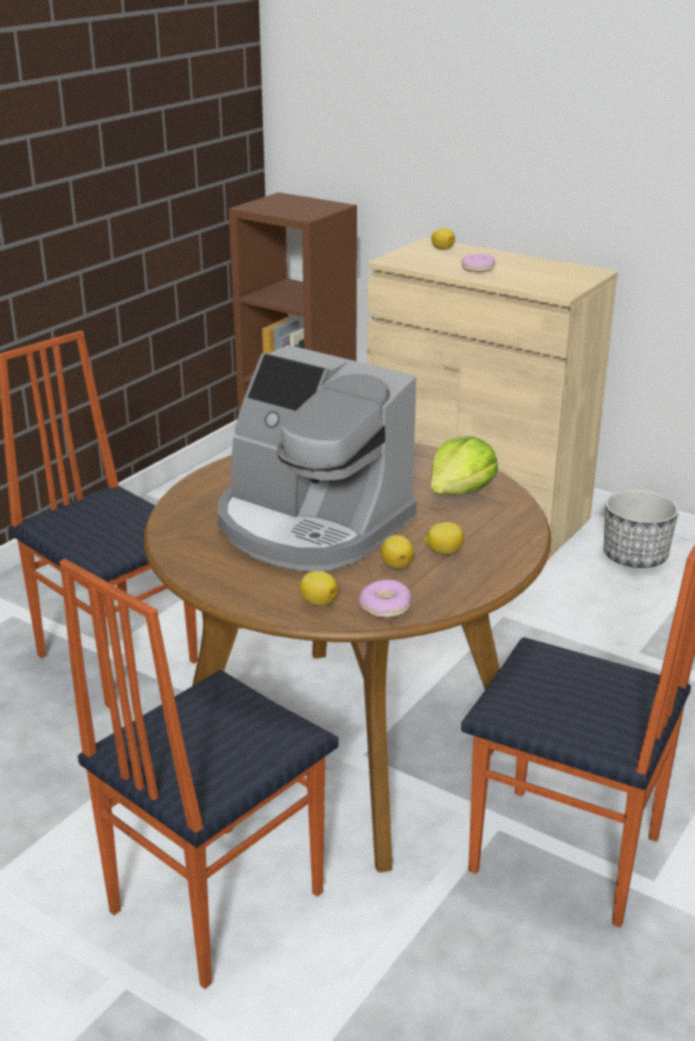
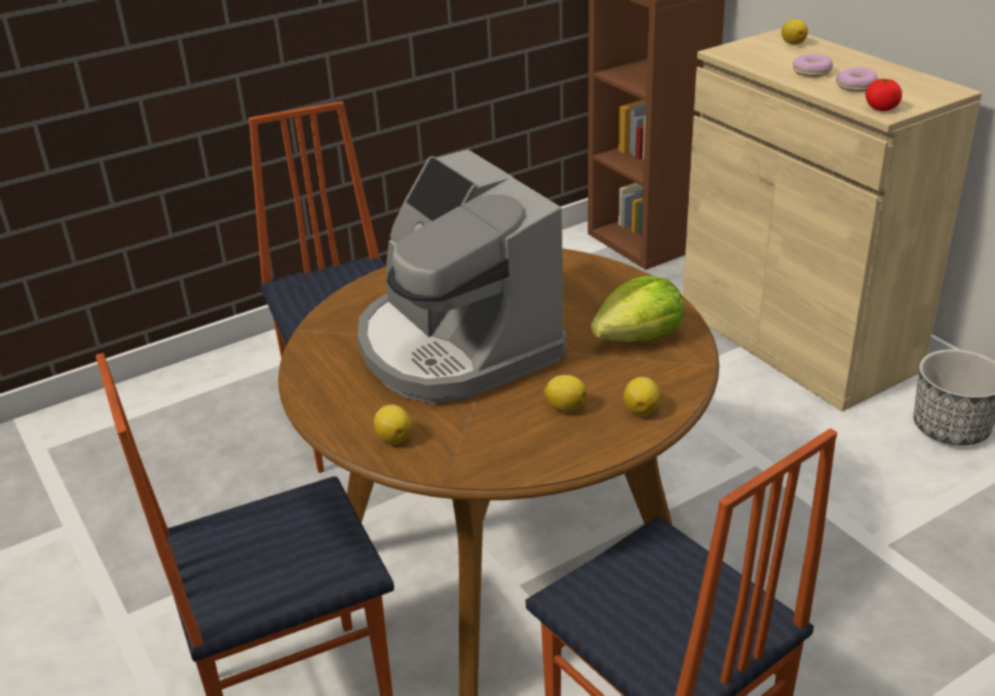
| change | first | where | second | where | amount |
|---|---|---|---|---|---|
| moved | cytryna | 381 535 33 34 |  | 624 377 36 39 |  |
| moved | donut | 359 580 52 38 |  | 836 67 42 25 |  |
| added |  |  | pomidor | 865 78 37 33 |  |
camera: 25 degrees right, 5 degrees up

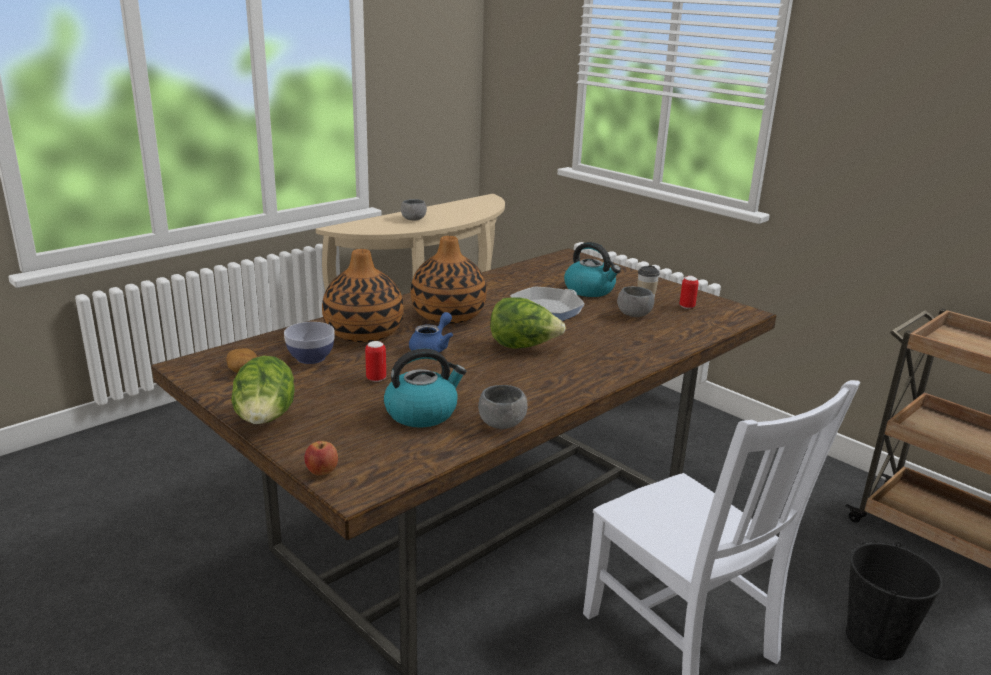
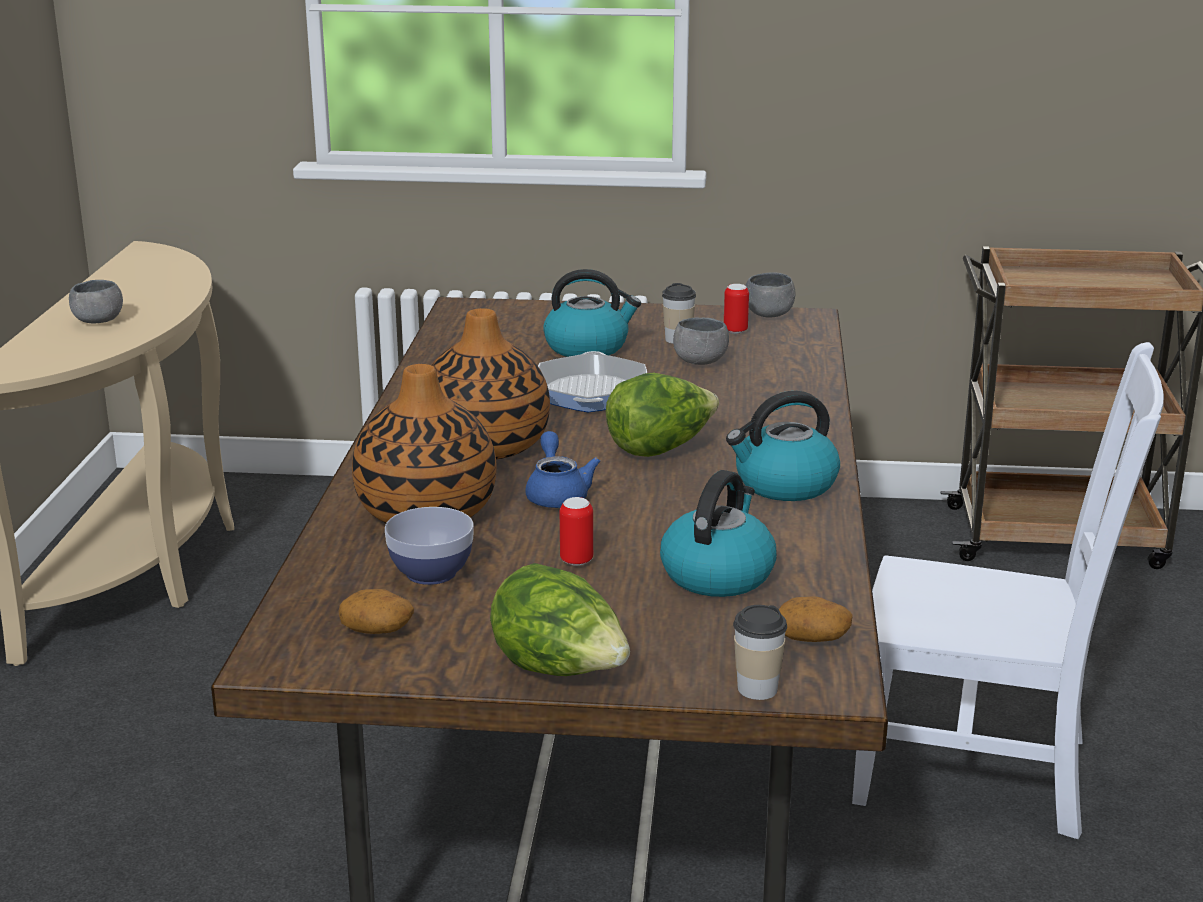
| change | first | where | second | where | amount |
|---|---|---|---|---|---|
| moved | miska (szary) | 478 385 50 44 |  | 745 272 50 46 |  |
| replaced | jabłko | 304 441 34 34 | filiżanka | 733 605 54 95 |  |
| removed | wiadro (czarny) | 846 541 97 119 |  |  |  |
| added |  |  | czajnik | 726 391 114 110 |  |
| added |  |  | ziemniak | 779 596 74 46 |  |
camera: 40 degrees left, 0 degrees up

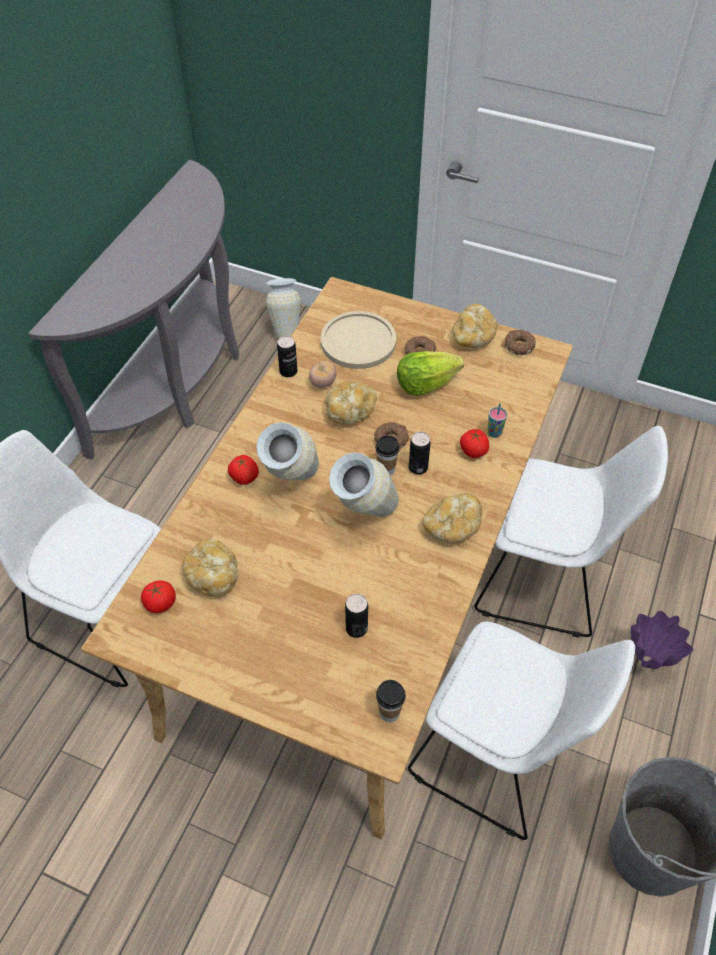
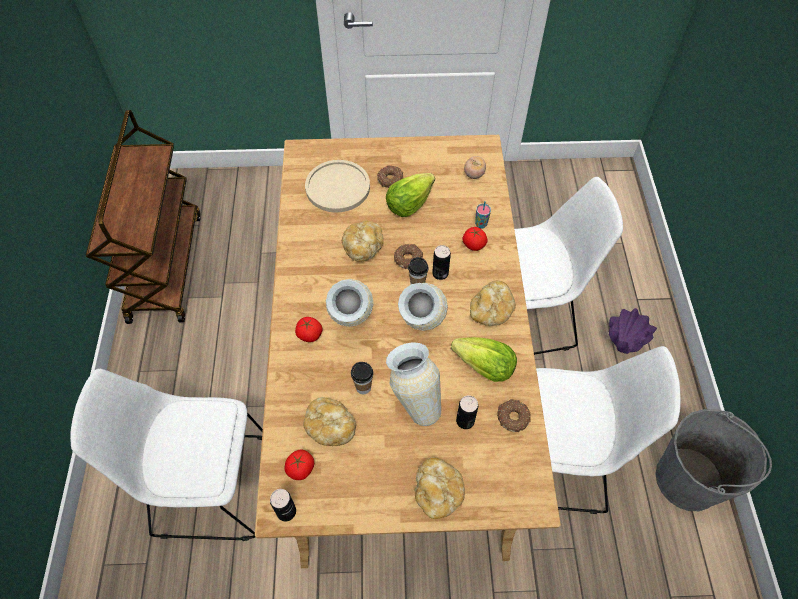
| change | first | where | second | where | amount |
|---|---|---|---|---|---|
| replaced | stolik konsolowy (szary) | 28 160 212 300 | wózek (brązowy) | 86 110 115 214 |  |
| moved | wazon | 266 278 35 61 |  | 386 342 55 84 |  |
| moved | chleb | 452 304 46 44 |  | 415 457 50 62 |  |
| moved | donut | 504 330 32 25 |  | 497 399 34 33 |  |
| moved | puszka | 277 336 20 41 |  | 270 489 26 33 |  |
| moved | pomidor | 309 361 28 27 |  | 464 156 22 23 |  |
| moved | filiżanka | 376 680 30 42 |  | 351 362 22 32 |  |
| added |  |  | sałata | 451 337 66 45 |  |
camera: 25 degrees left, 5 degrees up

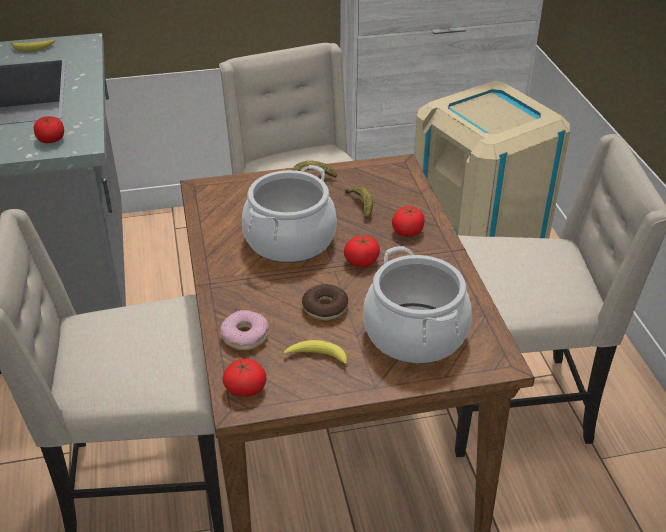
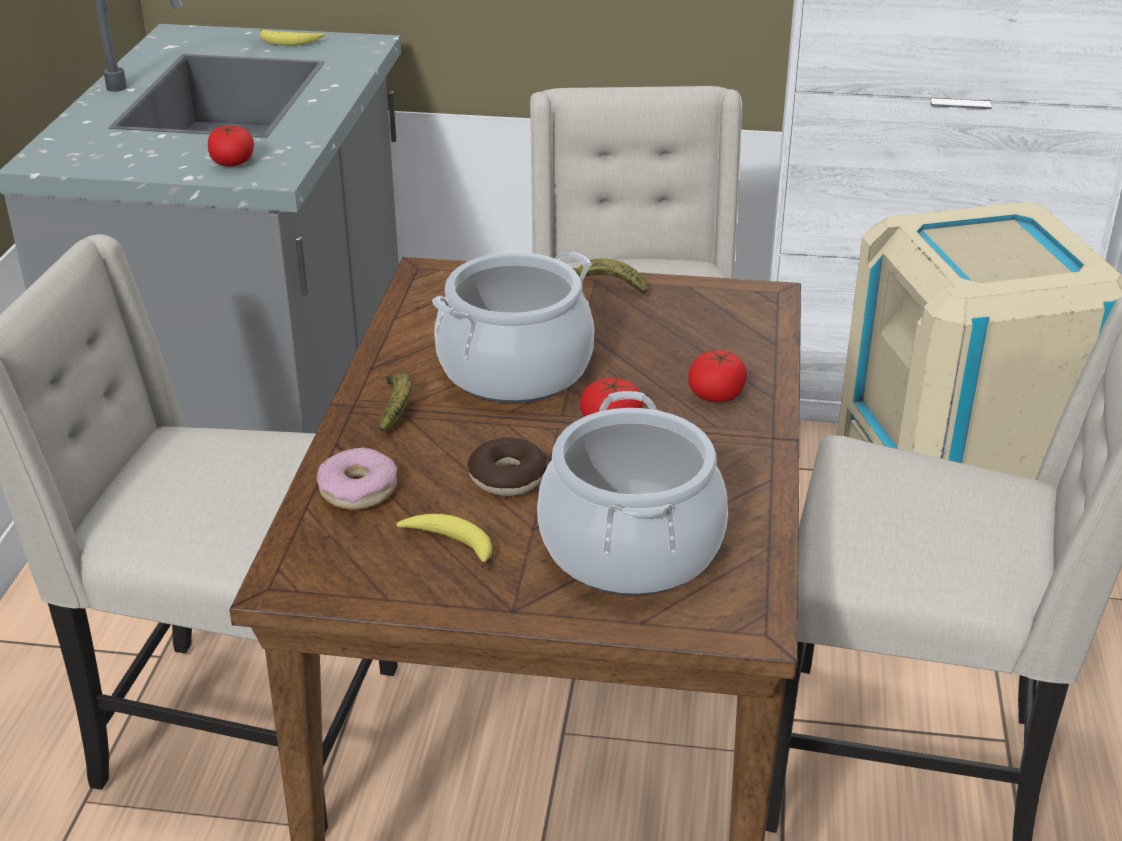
| change | first | where | second | where | amount |
|---|---|---|---|---|---|
| moved | banan | 345 186 28 33 |  | 379 373 33 59 |  |
| removed | pomidor | 222 359 44 37 |  |  |  |
camera: 20 degrees right, 5 degrees down

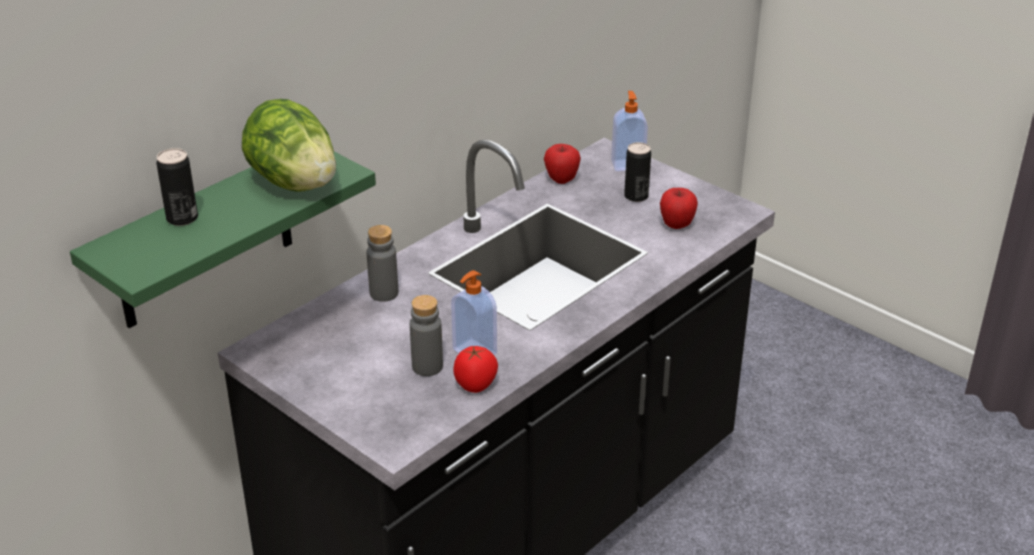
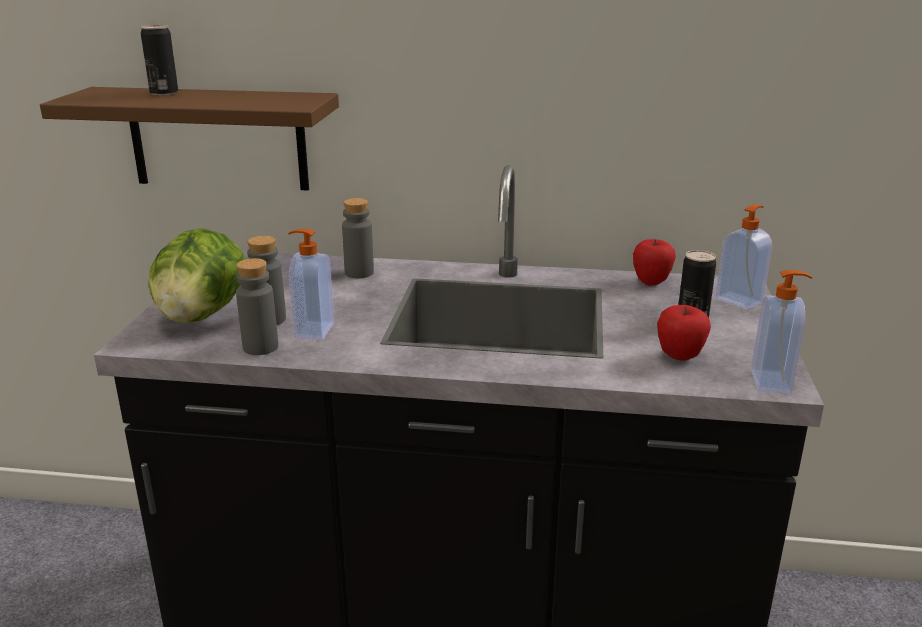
| change | first | where | second | where | amount |
|---|---|---|---|---|---|
| moved | sałata | 242 99 94 93 |  | 149 228 96 95 |  |
| recoloured | półka (zielony) | 70 152 306 176 | półka (brązowy) | 40 87 299 104 |  |
| replaced | pomidor | 453 346 45 47 | butelka (szary) | 236 258 42 97 |  |
| added |  |  | dozownik mydła | 751 270 61 124 |  |
camera: 55 degrees right, 10 degrees down

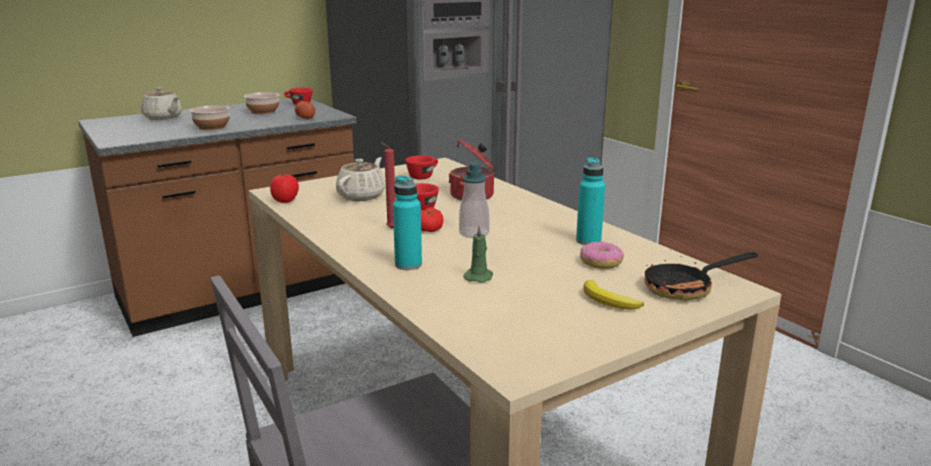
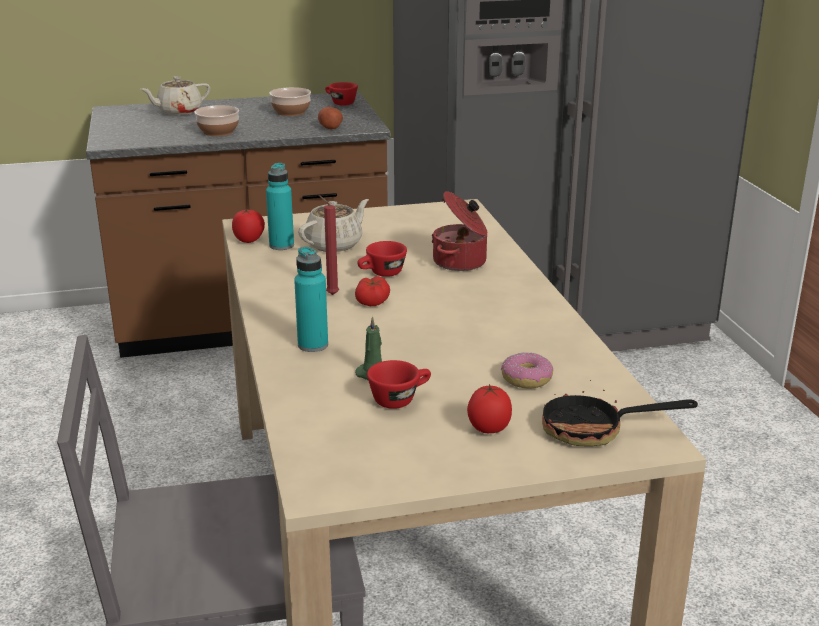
| change | first | where | second | where | amount |
|---|---|---|---|---|---|
| turned | imbryk (beżowy) | 141 87 41 33 |  | 141 76 69 39 | 90 degrees clockwise |
| moved | filiżanka (czerwony) | 405 155 33 24 |  | 367 360 64 49 |  |
| moved | butelka (turkusowy) | 576 157 29 88 |  | 266 163 28 87 |  |
| removed | dozownik mydła | 459 161 31 77 |  |  |  |
| replaced | banan | 583 280 61 30 | pomidor | 467 384 45 49 |  |
camera: 20 degrees right, 5 degrees up

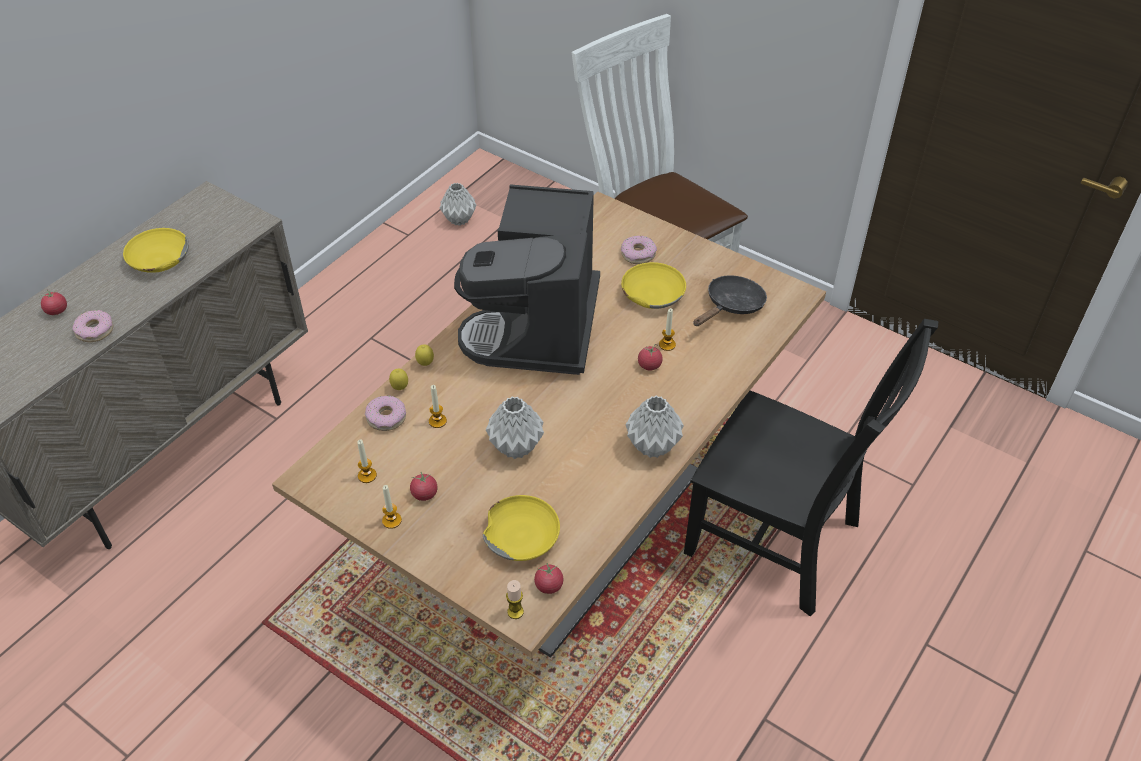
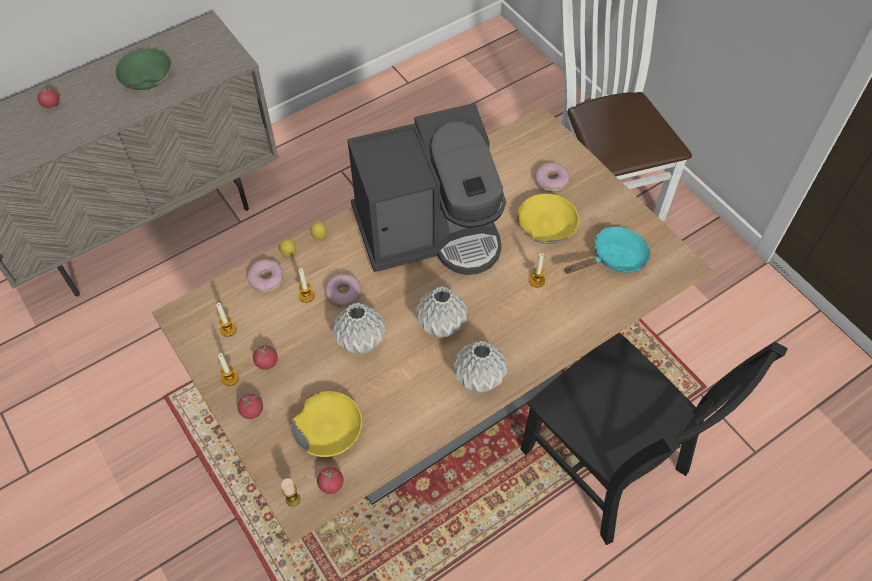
| change | first | where | second | where | amount |
|---|---|---|---|---|---|
| moved | wazon (szary) | 440 183 37 43 |  | 416 287 52 51 |  |
| turned | ekspres do kawy | 454 184 146 191 |  | 347 103 159 172 | 135 degrees counterclockwise |
| recoloured | miska (żółty) | 123 228 66 45 | miska (zielony) | 116 49 56 41 |  |
| recoloured | patelnia (czarny) | 693 275 74 51 | patelnia (turkusowy) | 564 227 86 47 |  |
| moved | donut | 72 310 41 32 |  | 325 274 36 34 |  |
| moved | pomidor | 638 344 25 26 |  | 238 394 25 25 |  |
camera: 20 degrees right, 10 degrees up

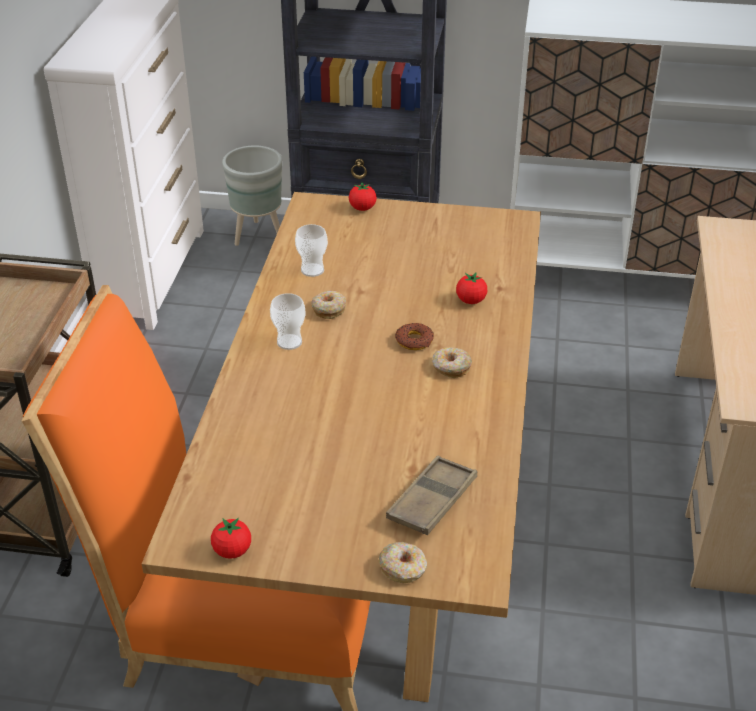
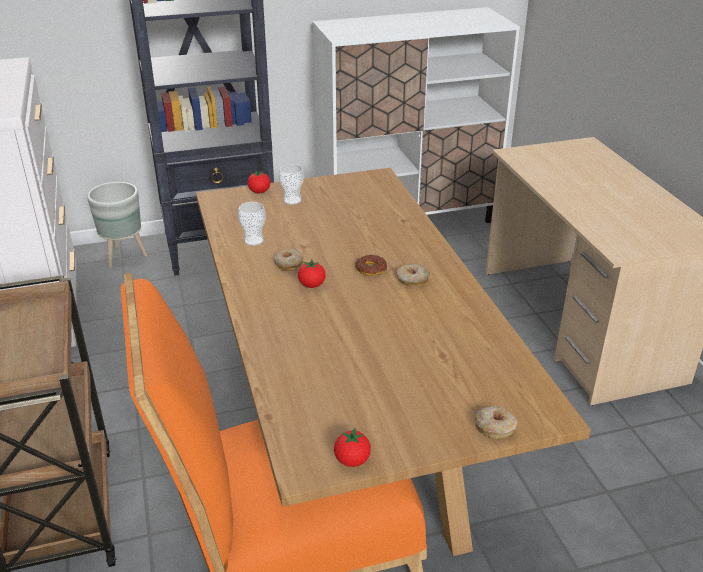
| change | first | where | second | where | amount |
|---|---|---|---|---|---|
| moved | pomidor | 456 273 31 31 |  | 298 260 28 28 |  |
| moved | filiżanka | 270 293 36 57 |  | 279 164 25 41 |  |
| removed | taca (brązowy) | 386 456 91 79 |  |  |  |
camera: 25 degrees left, 5 degrees down

